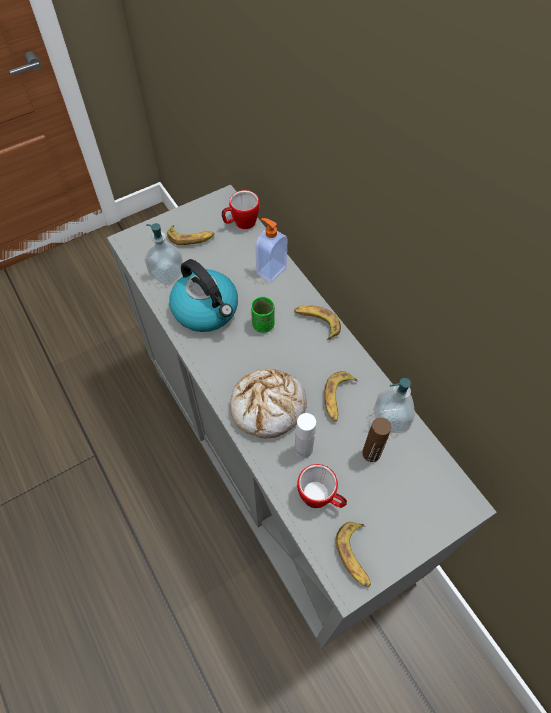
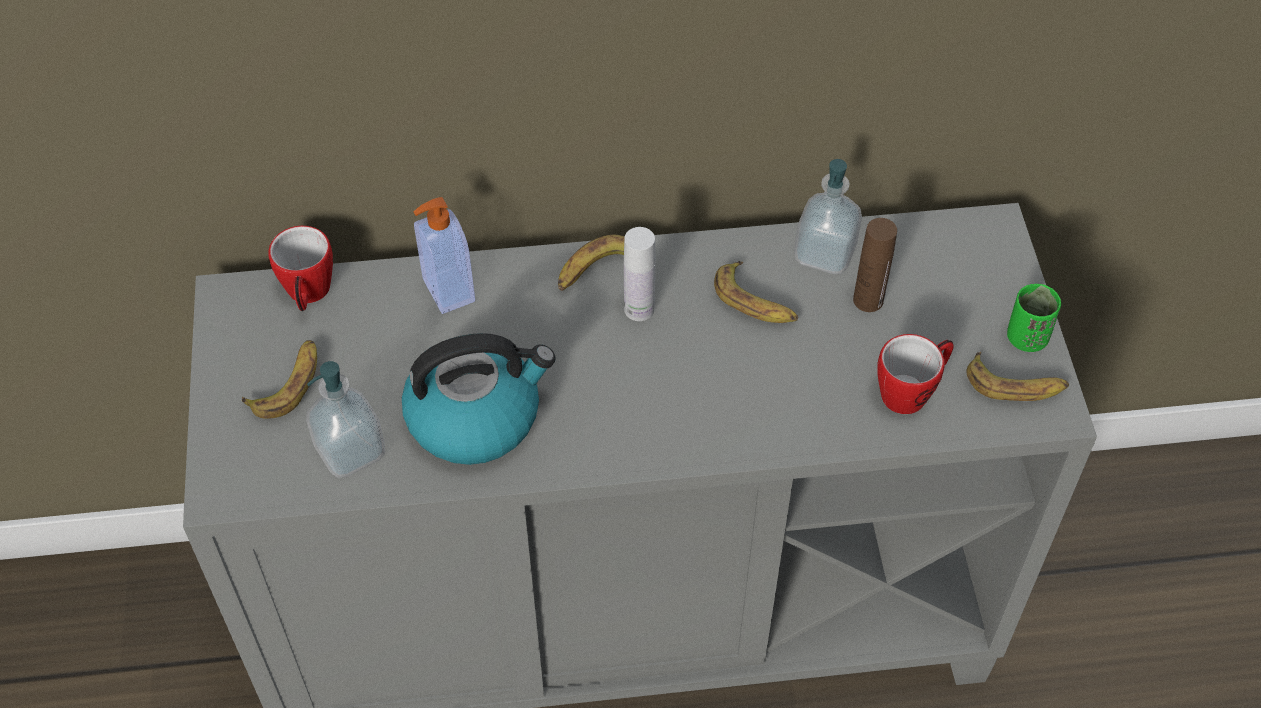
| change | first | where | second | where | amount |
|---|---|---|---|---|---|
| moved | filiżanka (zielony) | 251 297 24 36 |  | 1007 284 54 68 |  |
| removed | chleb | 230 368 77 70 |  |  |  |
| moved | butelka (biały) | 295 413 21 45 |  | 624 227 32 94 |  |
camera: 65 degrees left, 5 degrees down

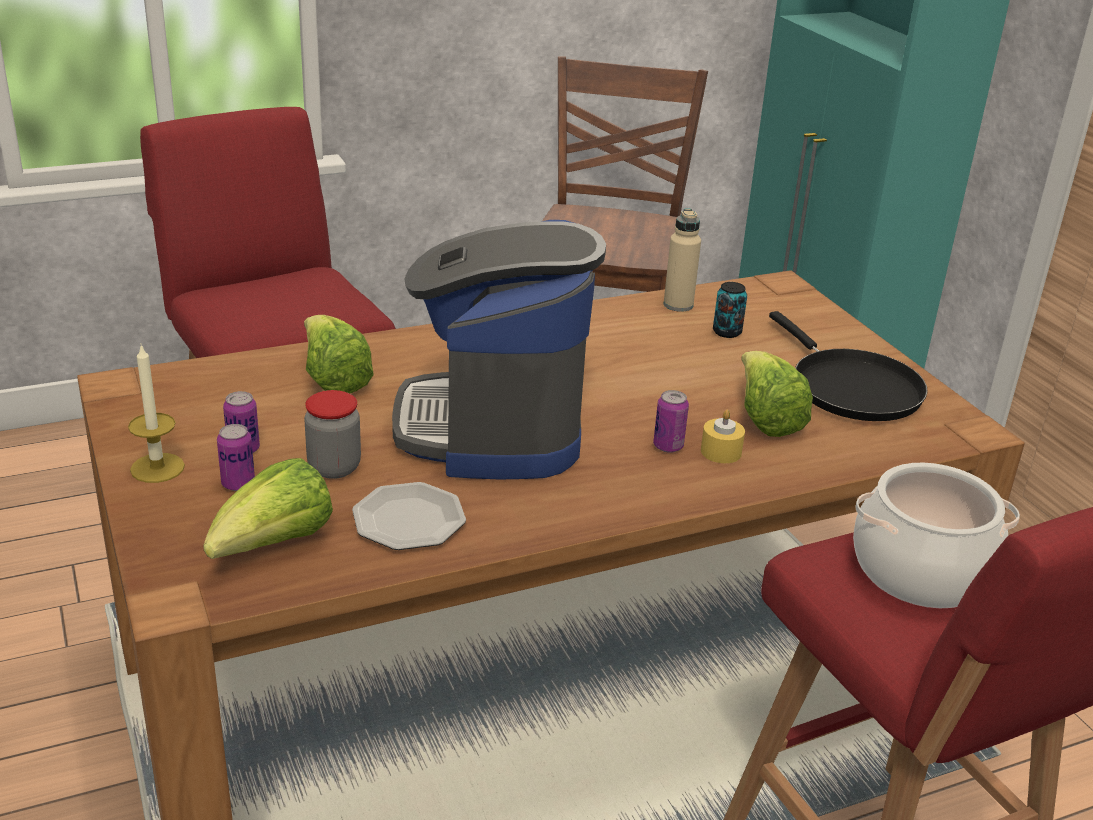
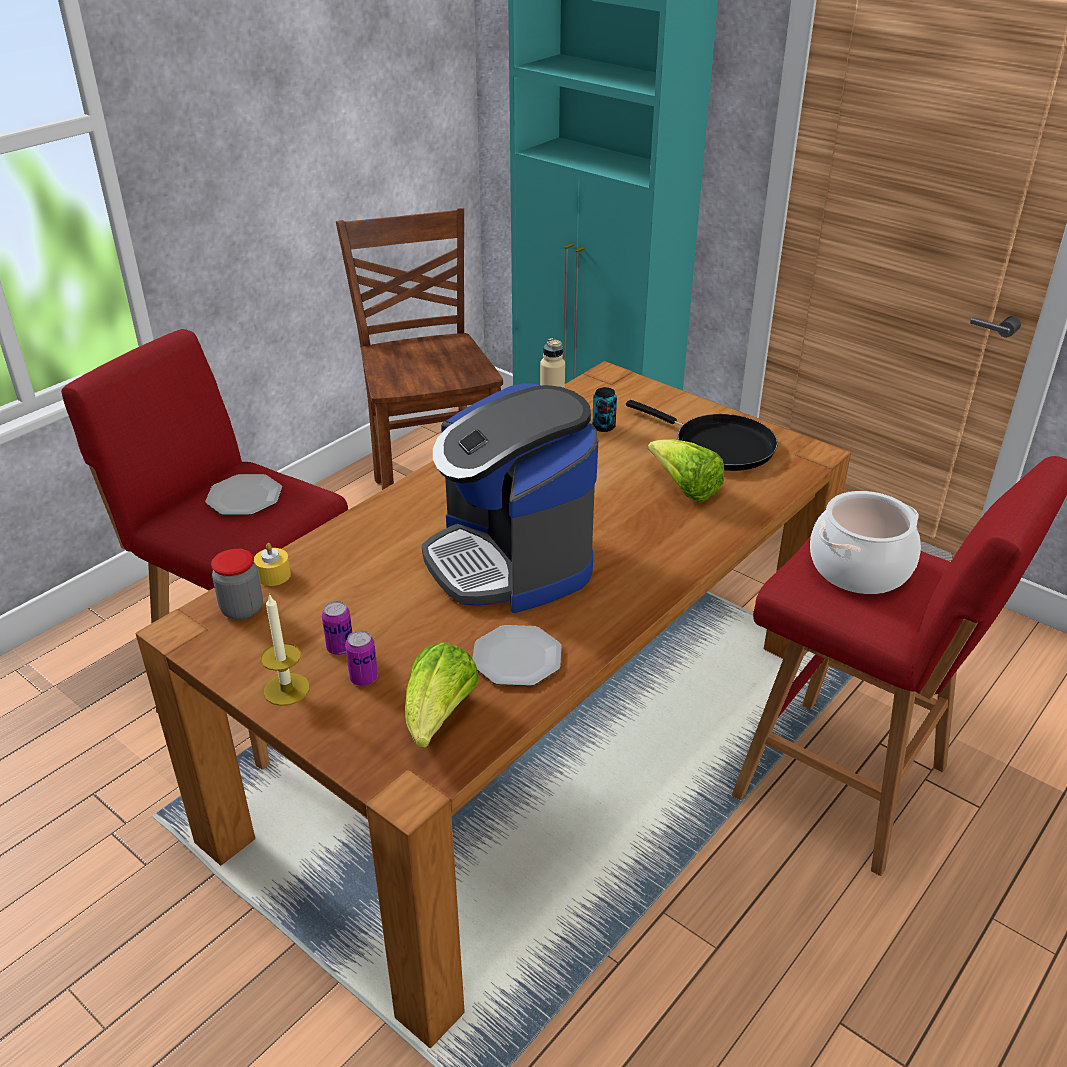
| change | first | where | second | where | amount |
|---|---|---|---|---|---|
| removed | sałata | 304 315 70 78 |  |  |  |
| moved | słoik | 304 390 57 89 |  | 211 549 52 71 |  |
| removed | puszka | 653 390 36 63 |  |  |  |
| moved | świeca (żółty) | 701 410 44 53 |  | 254 543 37 43 |  |
| added |  |  | talerz | 205 474 77 41 |  |
camera: 25 degrees left, 5 degrees up

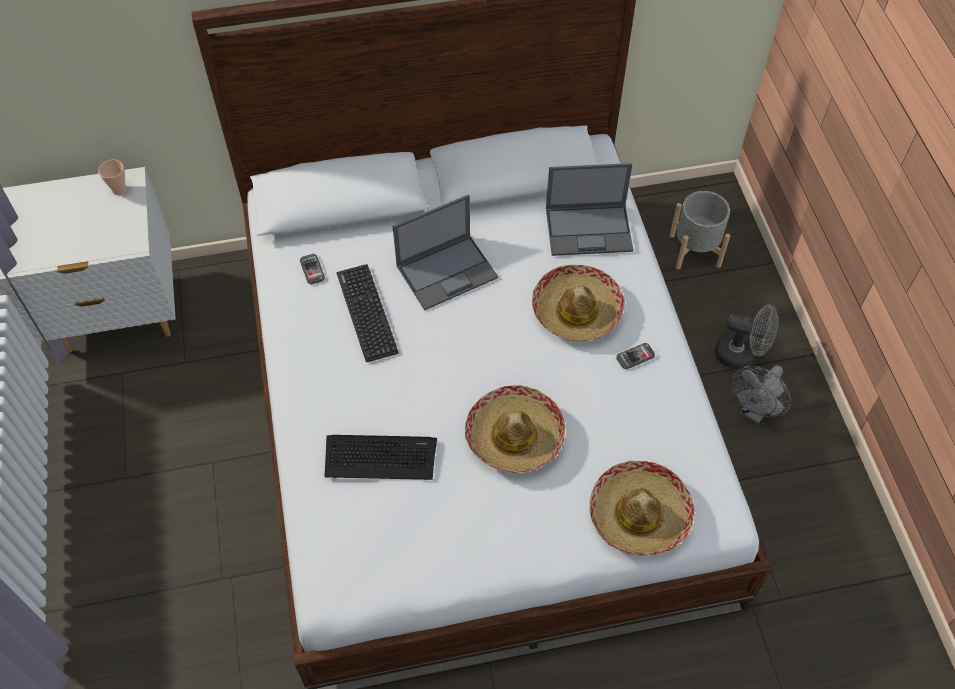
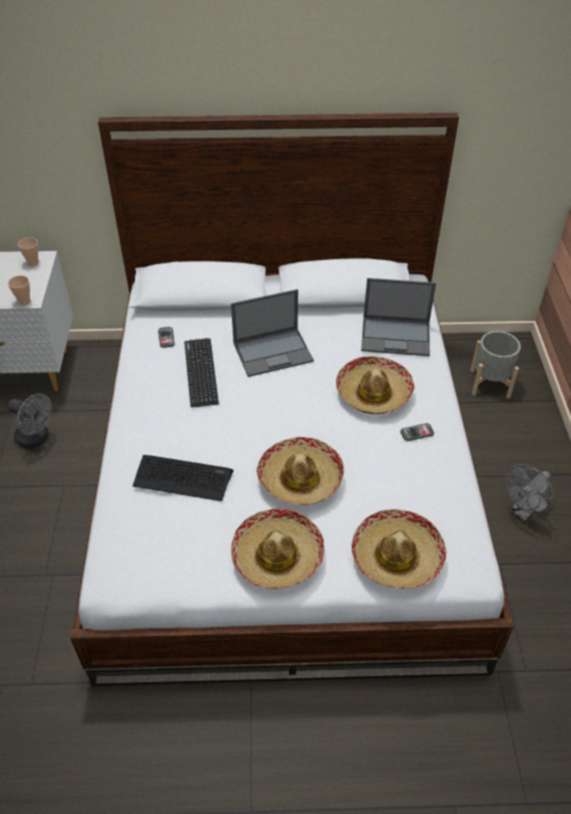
| change | first | where | second | where | amount |
|---|---|---|---|---|---|
| moved | wentylator (szary) | 715 305 64 64 |  | 8 393 44 56 |  |
| added |  |  | filiżanka | 8 275 23 31 |  |
| added |  |  | kapelusz | 231 508 94 81 |  |
camera: 10 degrees right, 10 degrees down

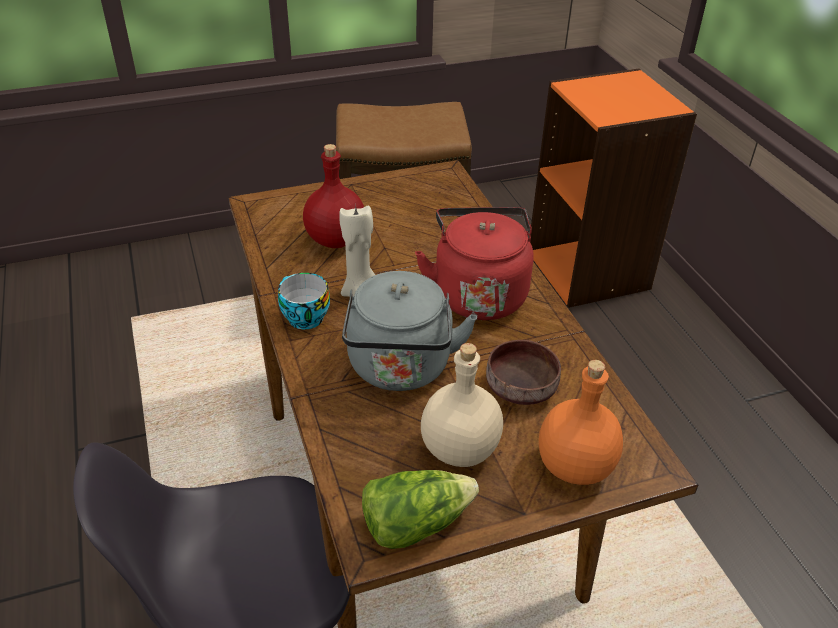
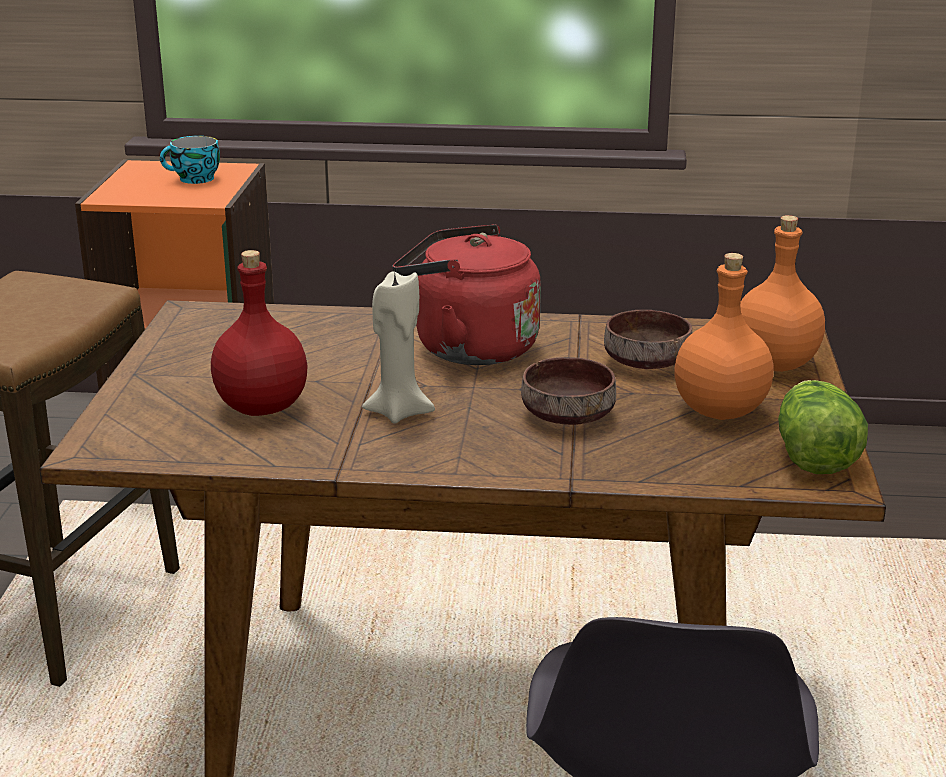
| change | first | where | second | where | amount |
|---|---|---|---|---|---|
| replaced | czajnik (szary) | 342 271 135 120 | miska (brązowy) | 521 357 95 68 |  |
| moved | filiżanka | 278 273 52 56 |  | 160 136 60 48 |  |
| recoloured | butelka (beżowy) | 421 343 82 124 | butelka (pomarańczowy) | 674 253 99 167 |  |
camera: 65 degrees left, 15 degrees down

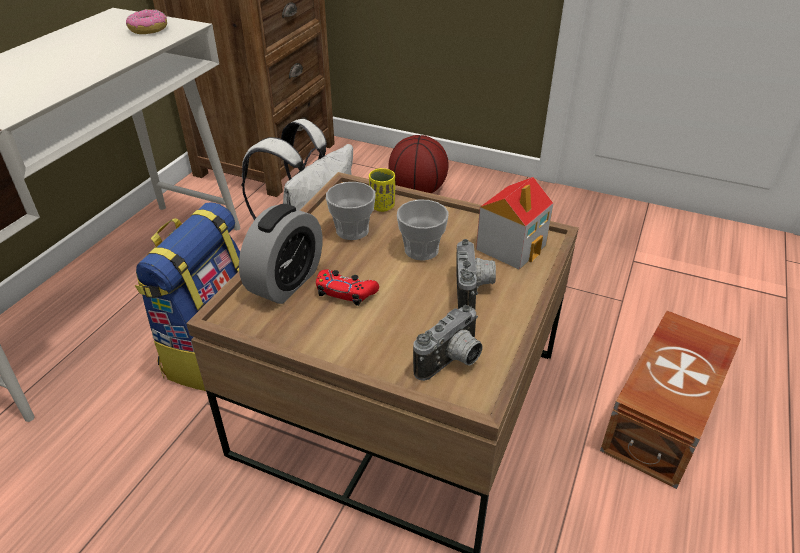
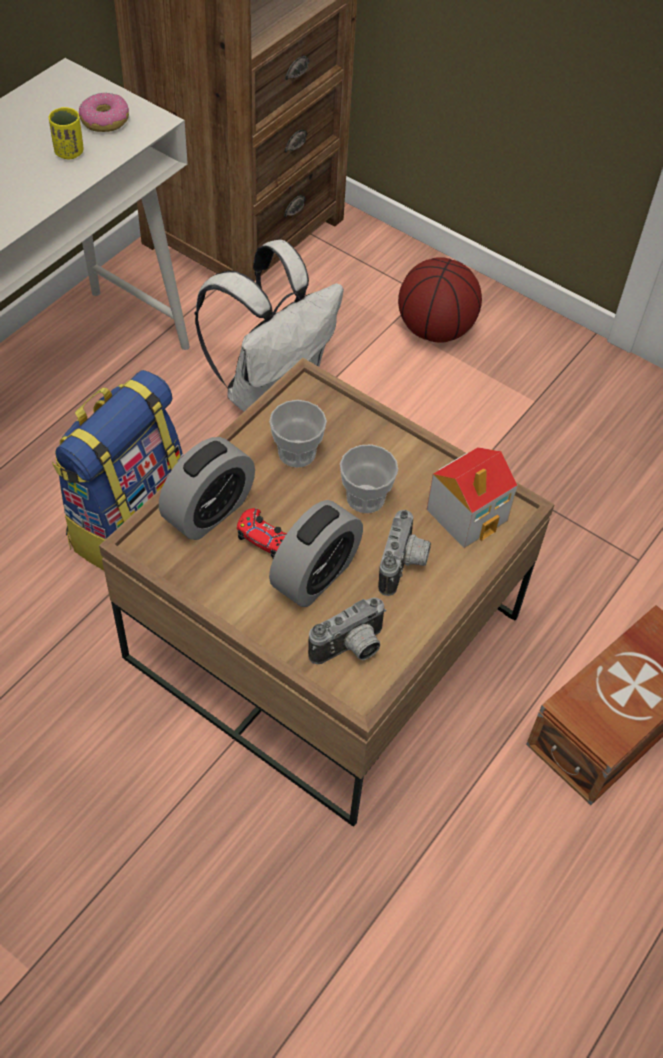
| change | first | where | second | where | amount |
|---|---|---|---|---|---|
| moved | filiżanka (żółty) | 369 168 26 44 |  | 48 107 36 52 |  |
| added |  |  | budzik | 269 500 94 107 |  |
camera: 10 degrees right, 15 degrees up

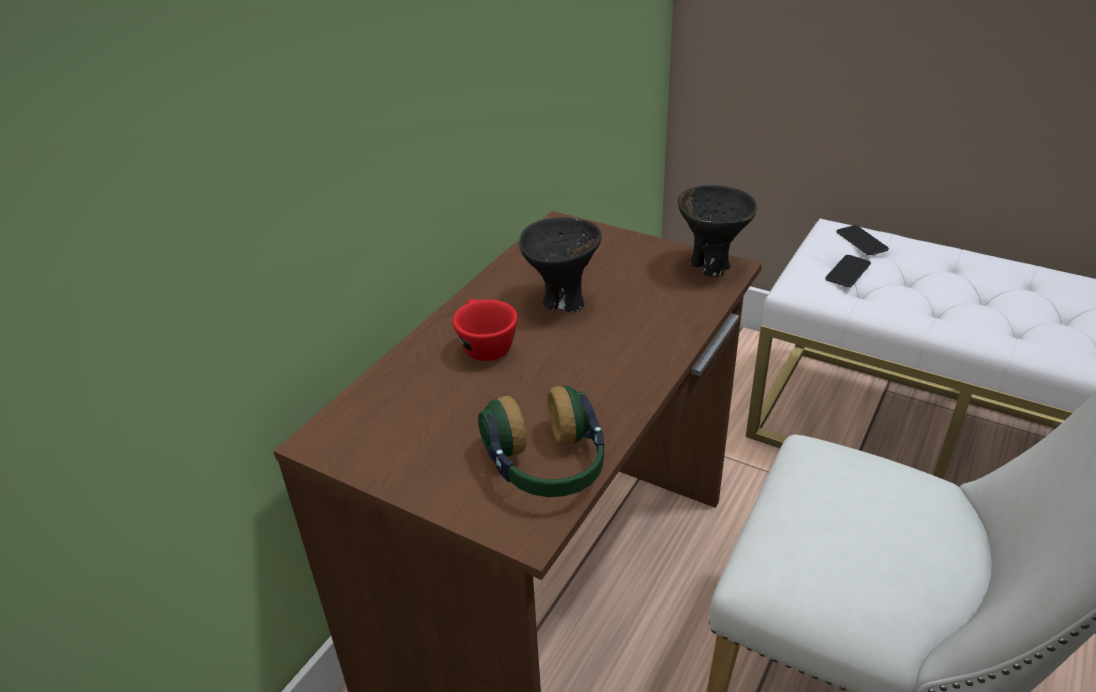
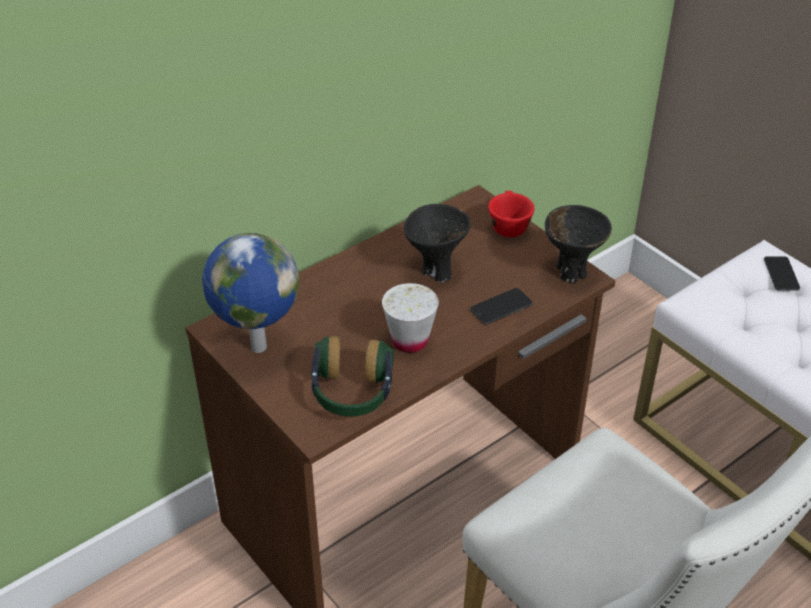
| change | first | where | second | where | amount |
|---|---|---|---|---|---|
| moved | telefon | 825 255 46 32 |  | 470 288 63 37 |  |
| moved | filiżanka (czerwony) | 453 299 65 62 |  | 488 191 46 46 |  |
| added |  |  | globus | 202 233 97 120 |  |
| added |  |  | filiżanka (biały) | 382 283 57 70 |  |
camera: 20 degrees right, 5 degrees up

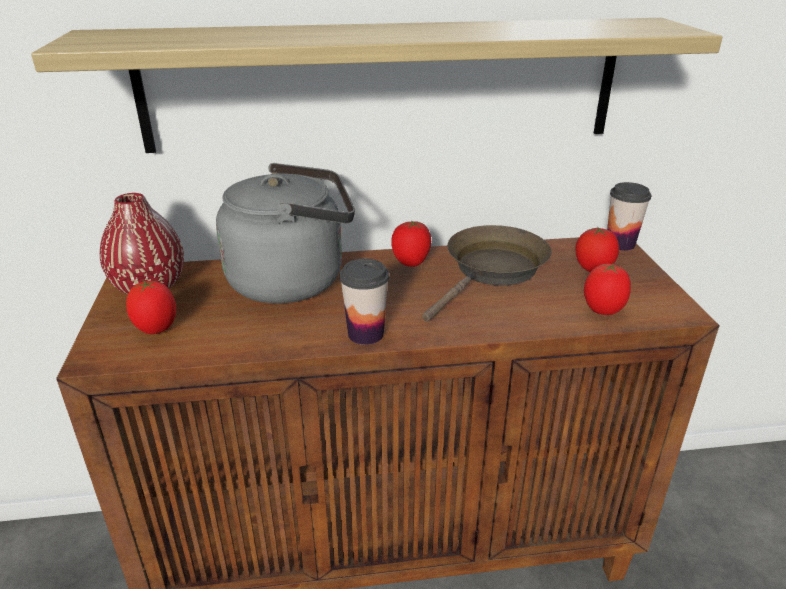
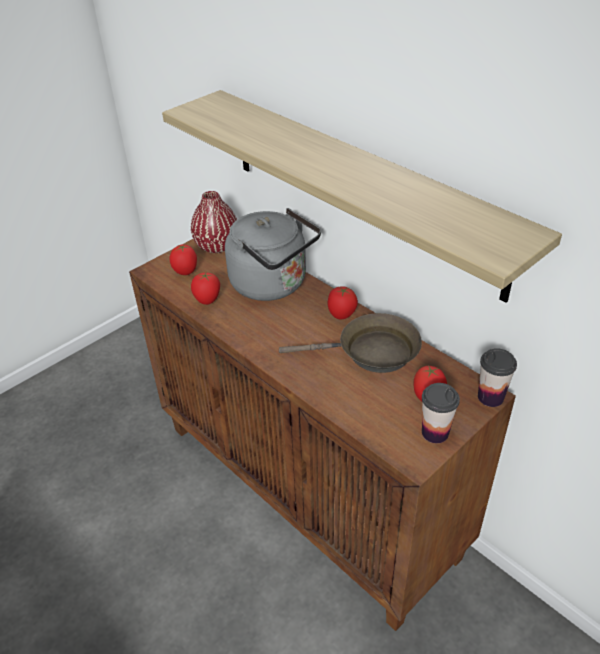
| change | first | where | second | where | amount |
|---|---|---|---|---|---|
| moved | filiżanka | 339 258 50 87 |  | 422 383 38 60 |  |
| moved | pomidor | 584 263 47 52 |  | 191 272 29 33 |  |
camera: 55 degrees right, 10 degrees up

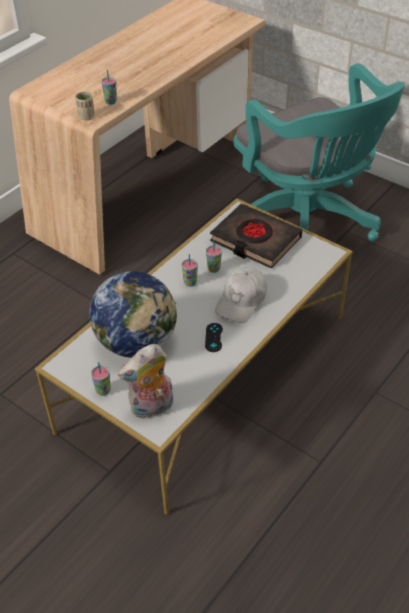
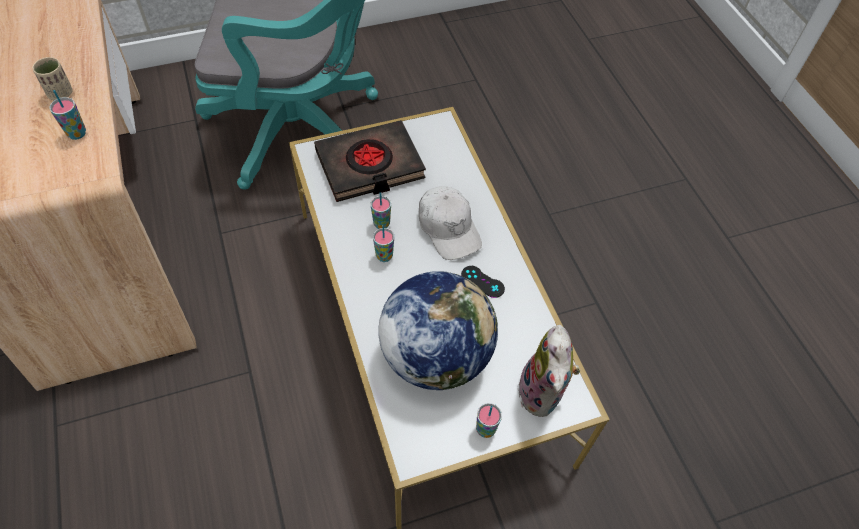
| change | first | where | second | where | amount |
|---|---|---|---|---|---|
| moved | filiżanka (beżowy) | 75 91 20 29 |  | 32 57 41 43 |  |
camera: 60 degrees left, 10 degrees up

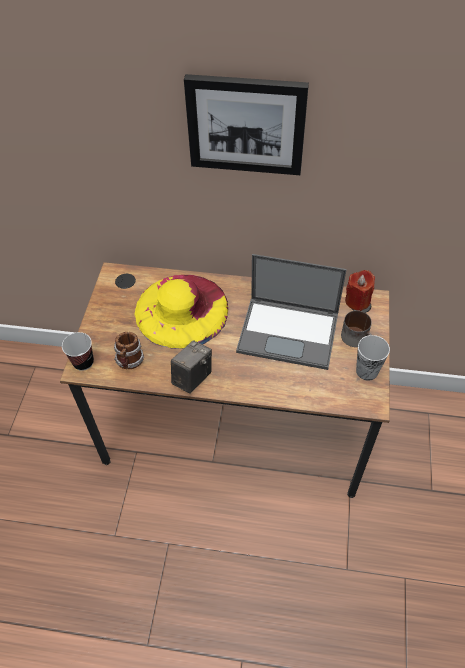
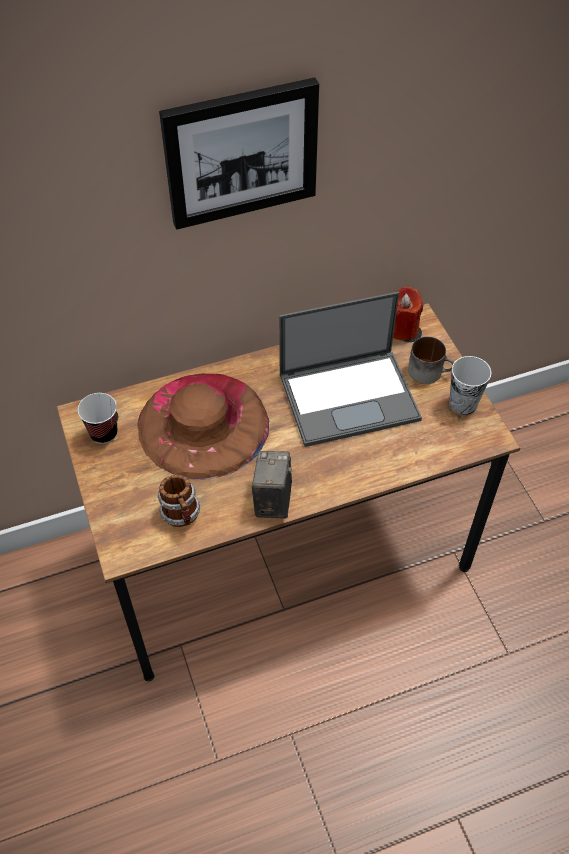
| change | first | where | second | where | amount |
|---|---|---|---|---|---|
| recoloured | kapelusz (żółty) | 135 275 93 74 | kapelusz (brązowy) | 137 374 132 106 |  |
| moved | filiżanka | 62 332 32 39 |  | 78 393 40 51 |  |
camera: 30 degrees left, 0 degrees up

